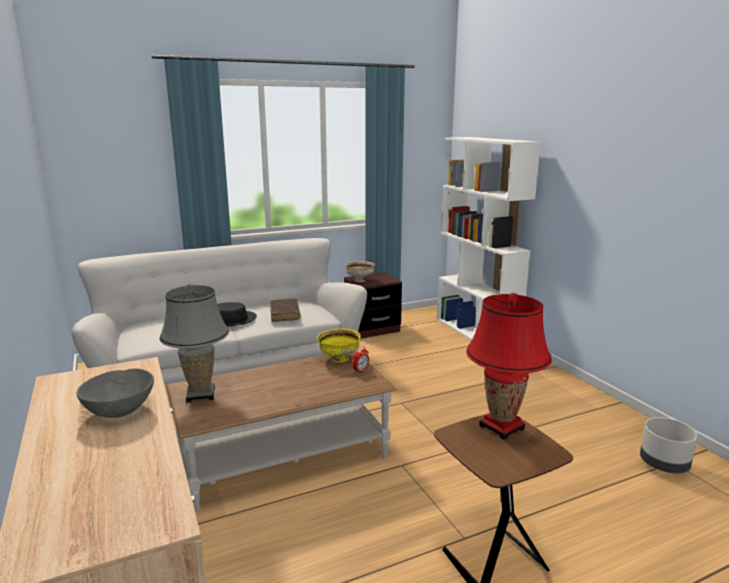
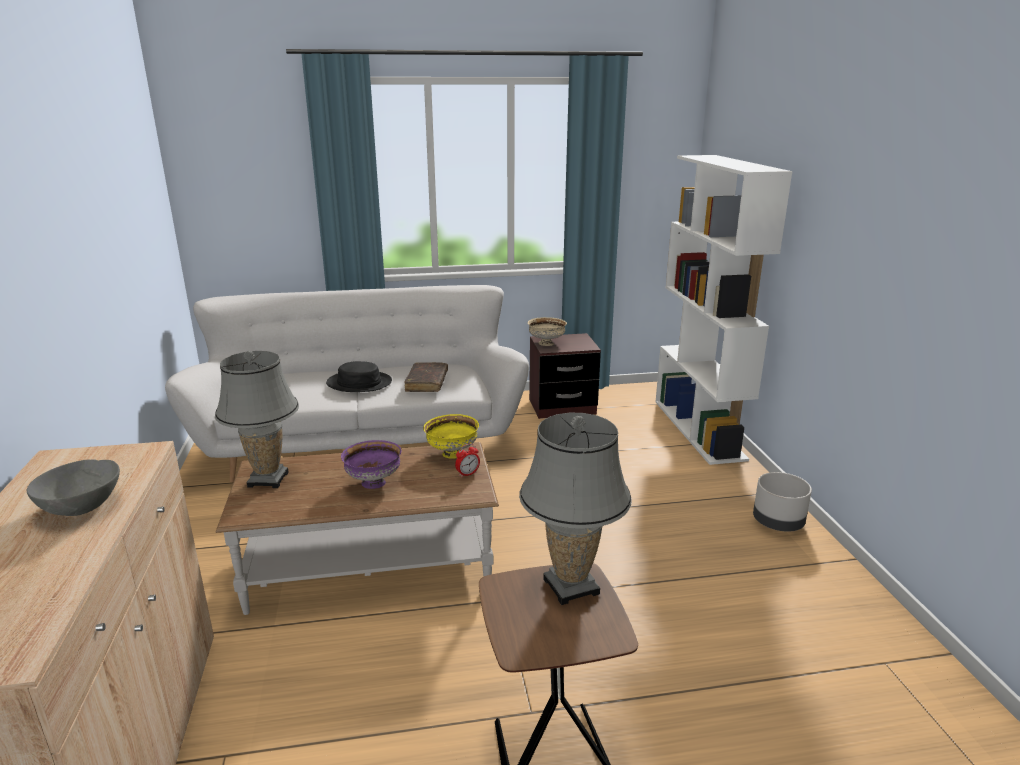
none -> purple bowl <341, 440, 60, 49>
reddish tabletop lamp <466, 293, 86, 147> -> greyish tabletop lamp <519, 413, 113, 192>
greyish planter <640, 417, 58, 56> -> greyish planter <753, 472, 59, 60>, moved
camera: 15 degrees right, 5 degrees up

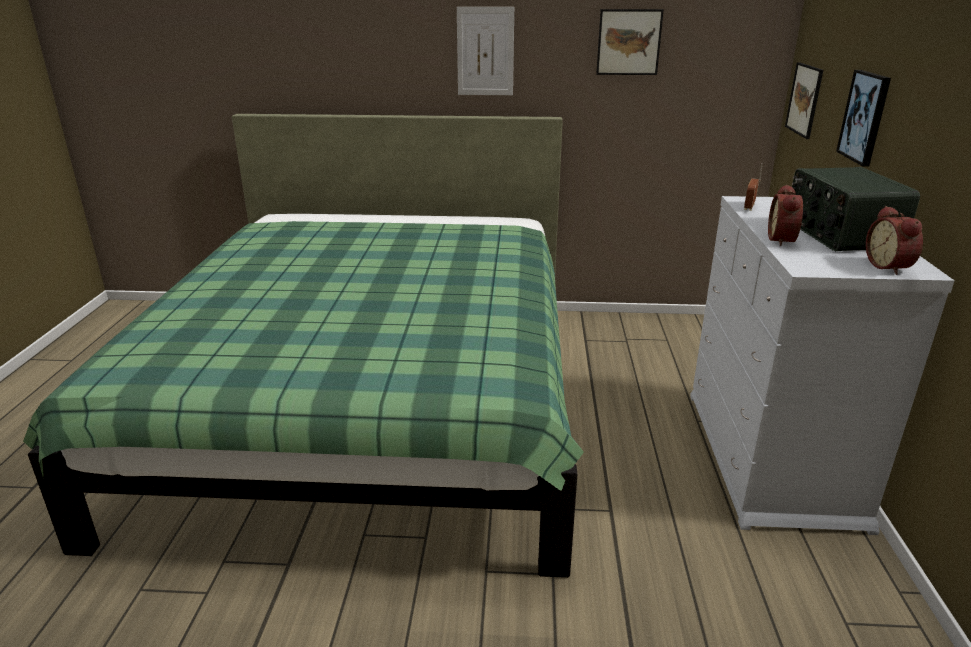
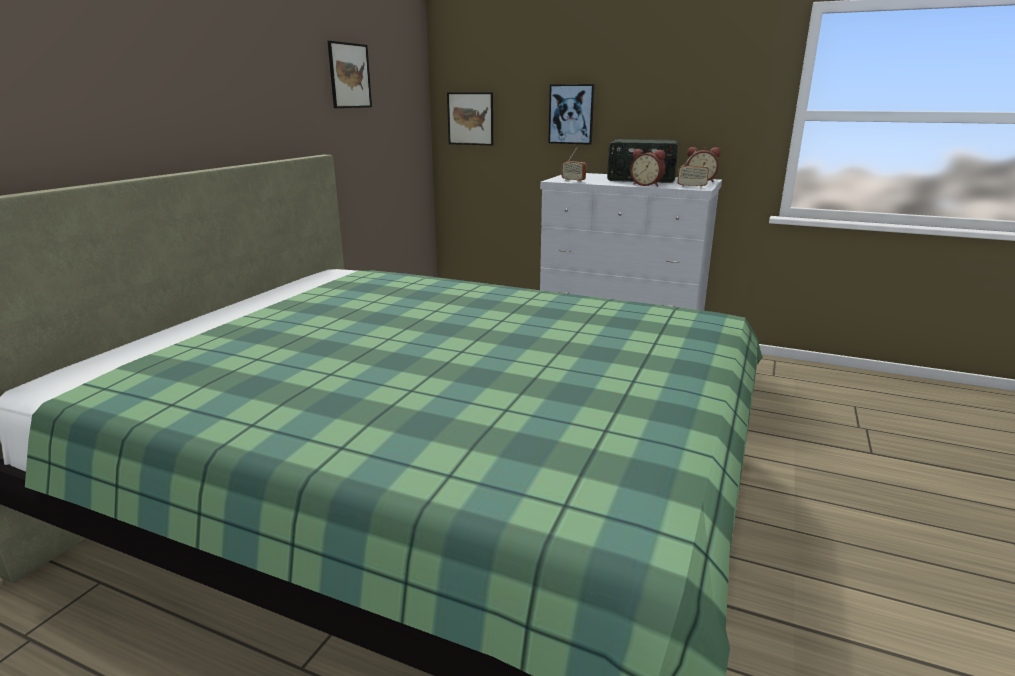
none -> radio <677, 150, 32, 38>
wall picture <457, 7, 57, 88> -> none
camera: 70 degrees left, 5 degrees down

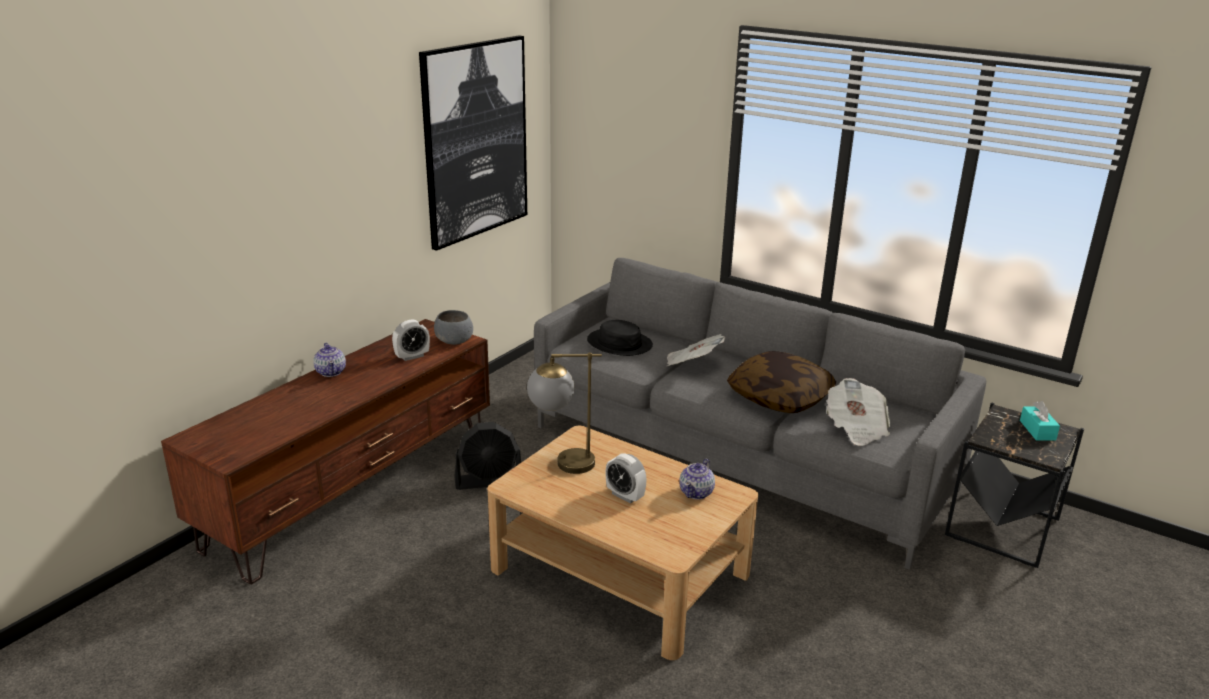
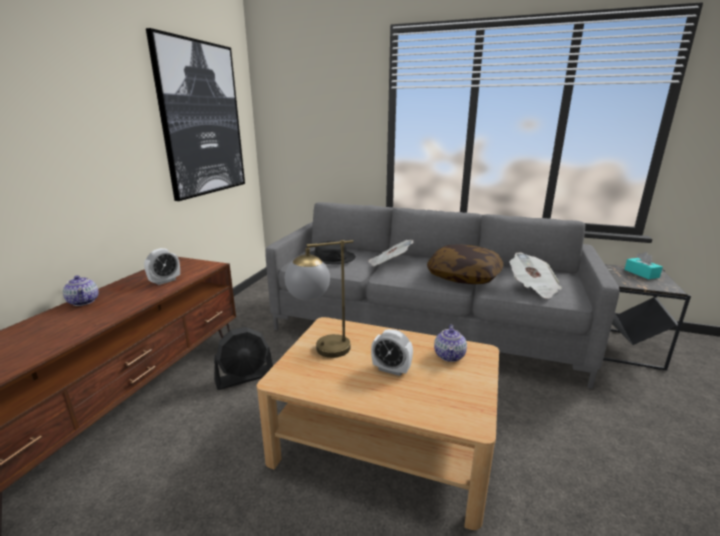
greyish bowl <434, 310, 39, 35> -> none
camera: 15 degrees left, 5 degrees down

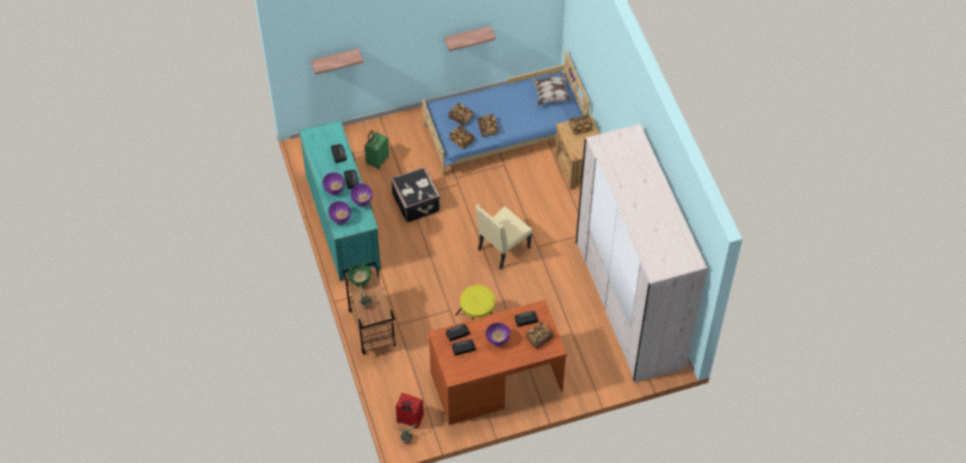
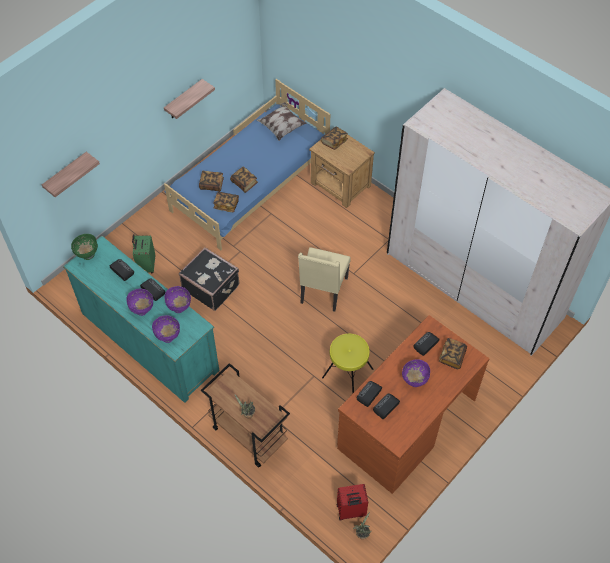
greenish bowl <348, 264, 23, 23> -> greenish bowl <71, 234, 27, 26>, moved
camera: 30 degrees left, 0 degrees up

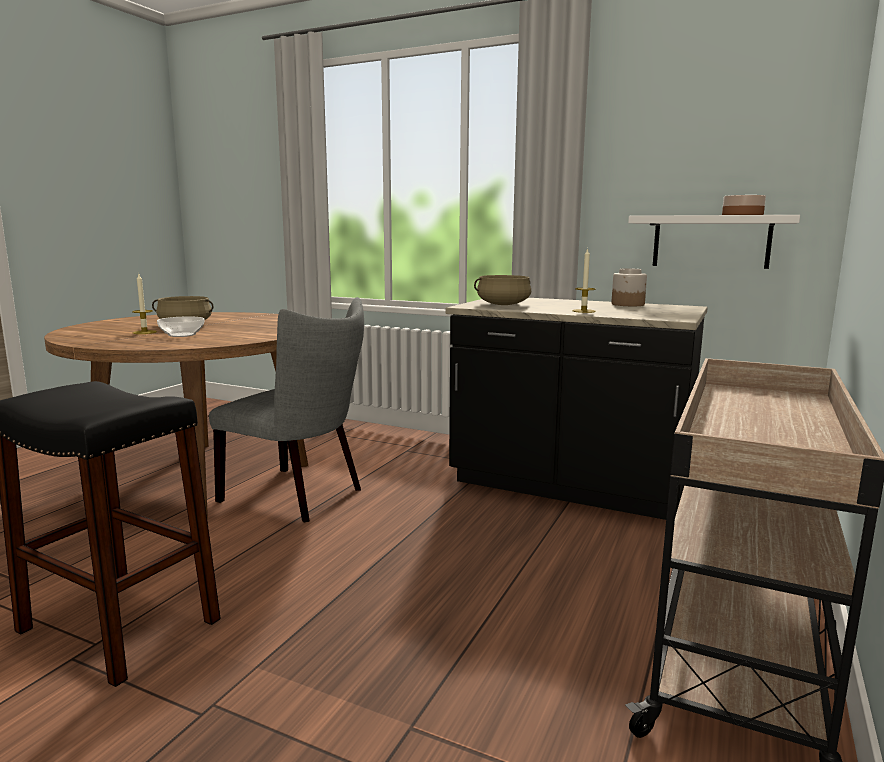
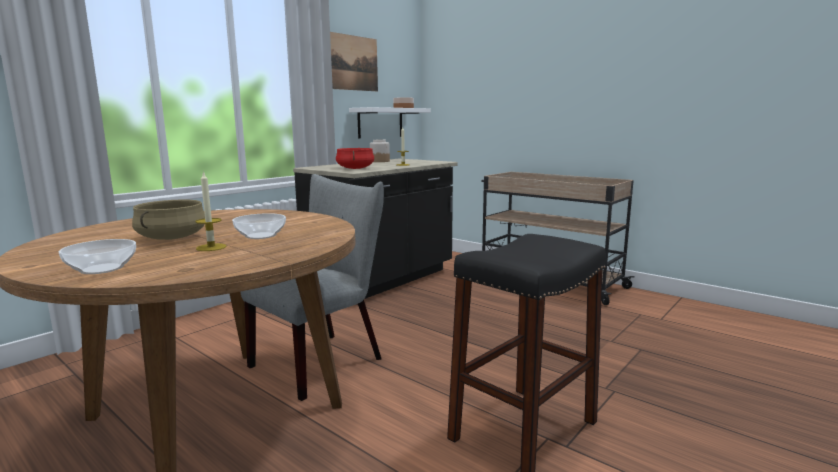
none -> bowl <59, 239, 77, 35>
none -> wall picture <330, 32, 48, 59>
beige cooking pot <474, 275, 57, 30> -> reddish cooking pot <336, 148, 38, 21>
camera: 75 degrees left, 0 degrees up

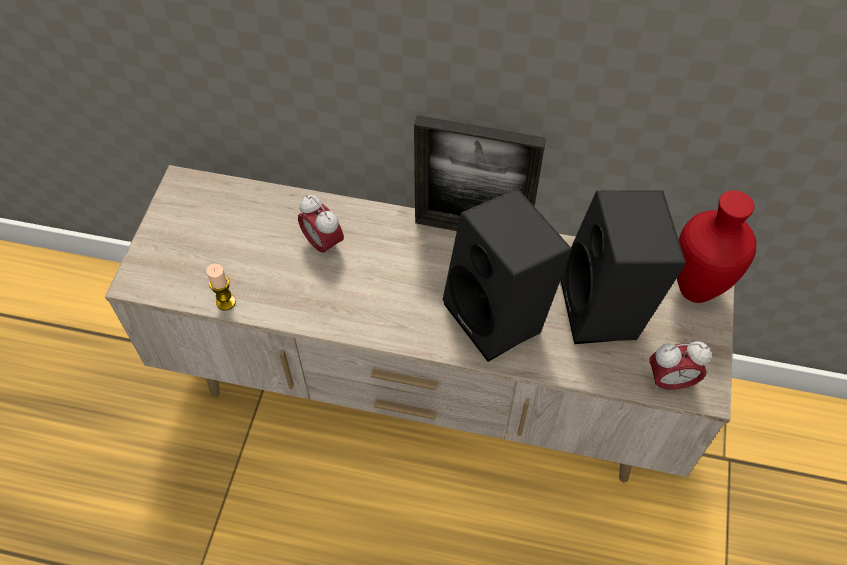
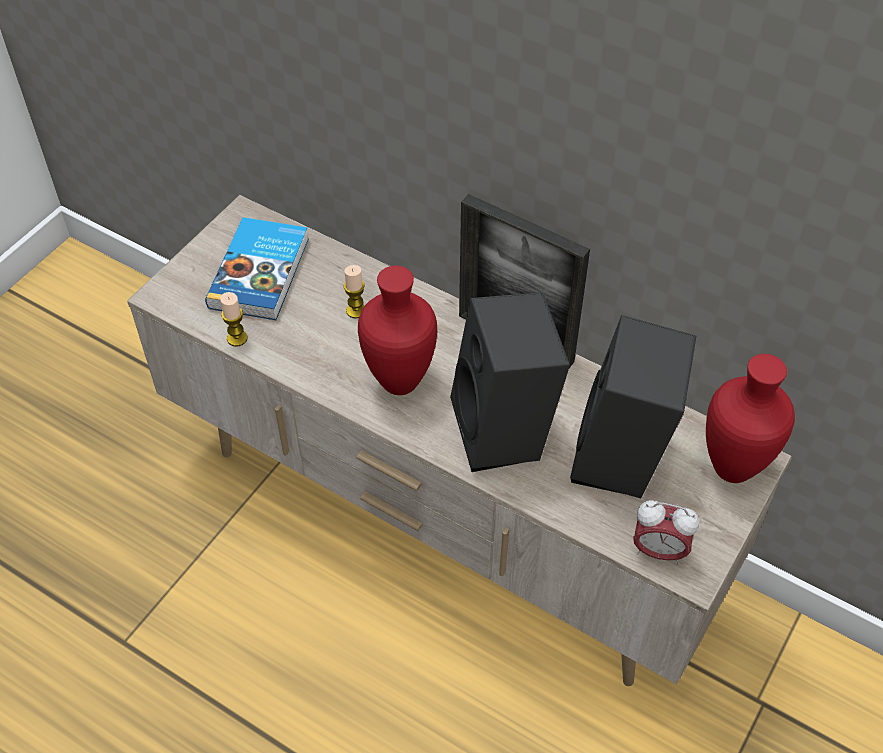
none -> bound book <205, 217, 104, 103>
bedside clock <298, 195, 46, 64> -> wax candle <344, 265, 21, 54>
none -> reddish flower vase <358, 266, 79, 129>
camera: 20 degrees right, 5 degrees down

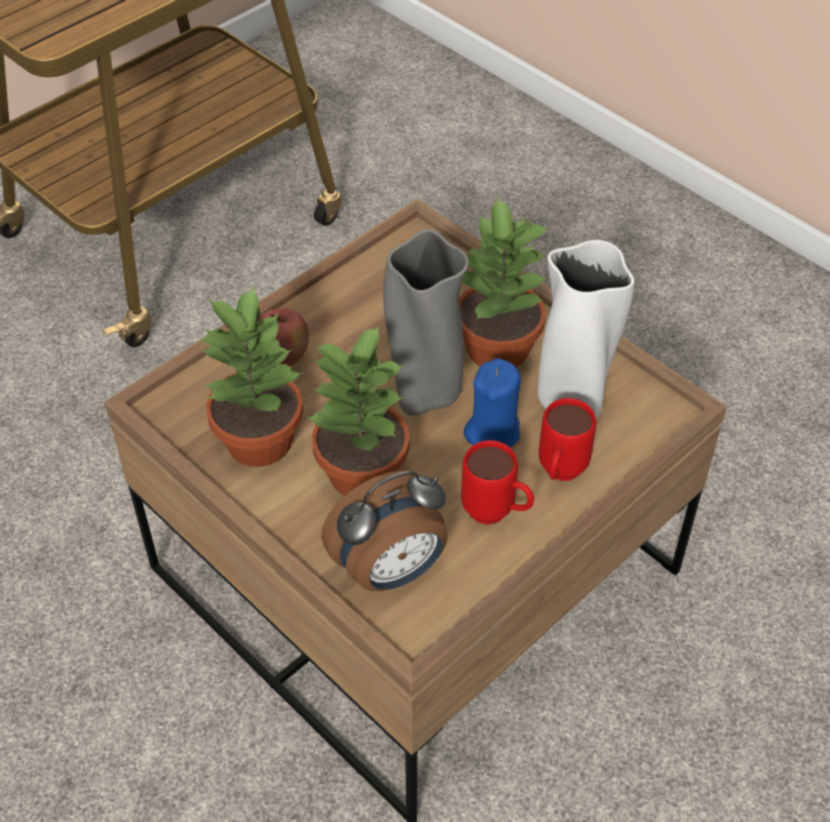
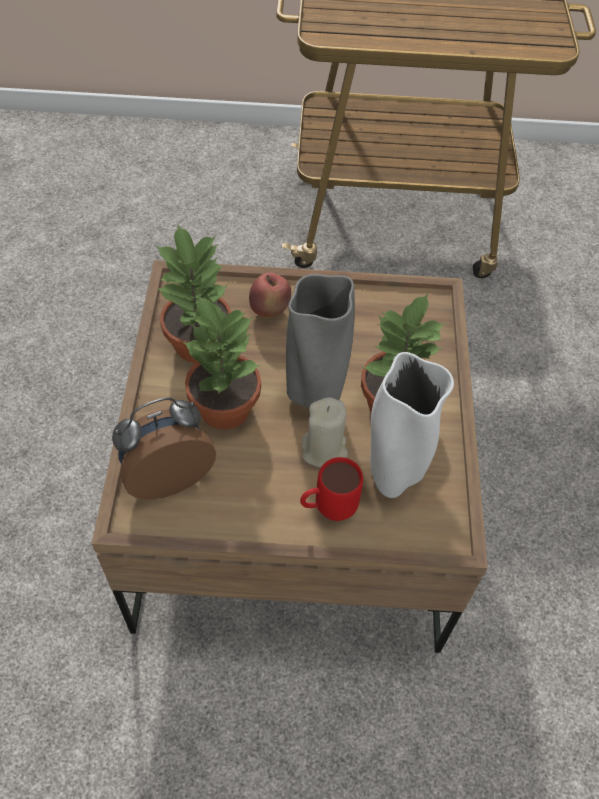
bedside clock <321, 470, 127, 121> -> bedside clock <112, 398, 104, 102>, 135 degrees clockwise
blue wax candle <464, 358, 57, 89> -> beige wax candle <302, 397, 46, 71>
reddish mug <461, 440, 73, 85> -> none
camera: 45 degrees right, 5 degrees up

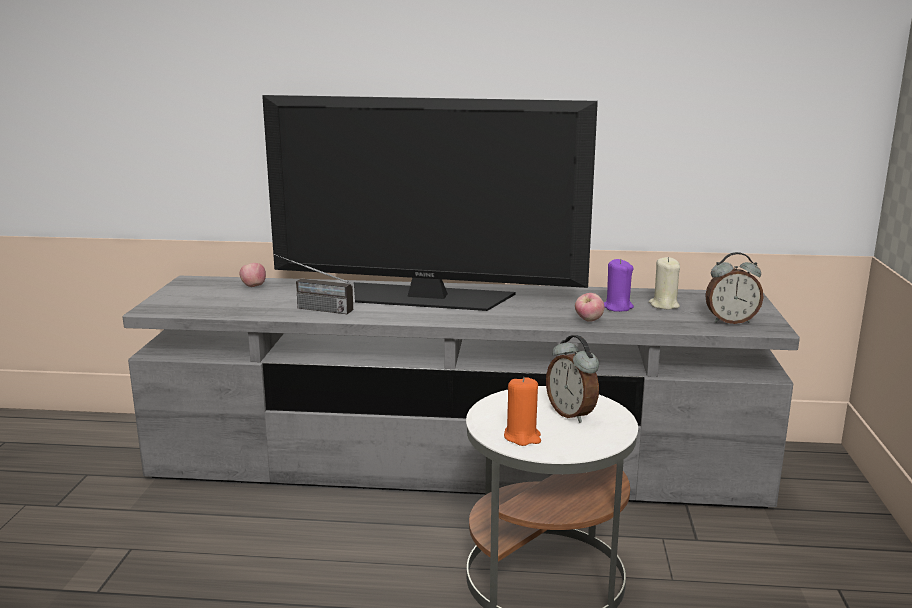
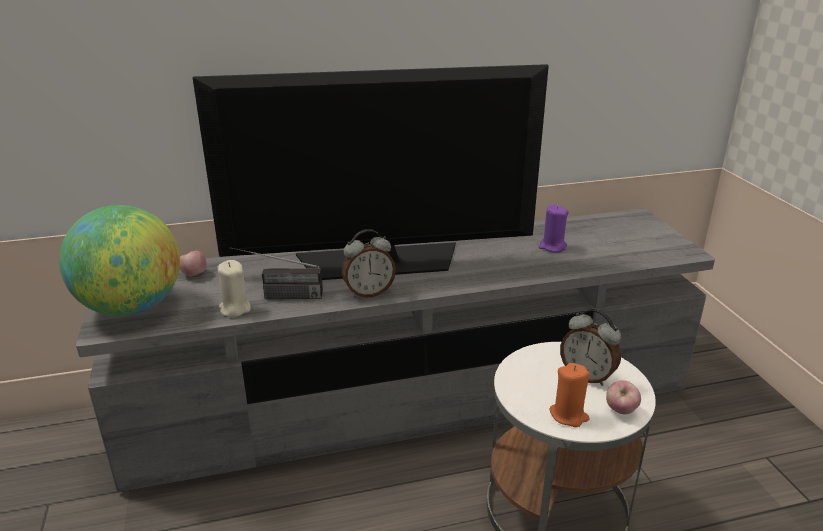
none -> world globe <59, 205, 121, 111>
beige wax candle <649, 257, 31, 53> -> beige wax candle <218, 260, 33, 57>, moved
bedside clock <705, 252, 59, 72> -> bedside clock <342, 229, 54, 69>, moved
apple fruit <575, 293, 29, 29> -> apple fruit <606, 380, 35, 34>, moved
camera: 20 degrees left, 10 degrees up

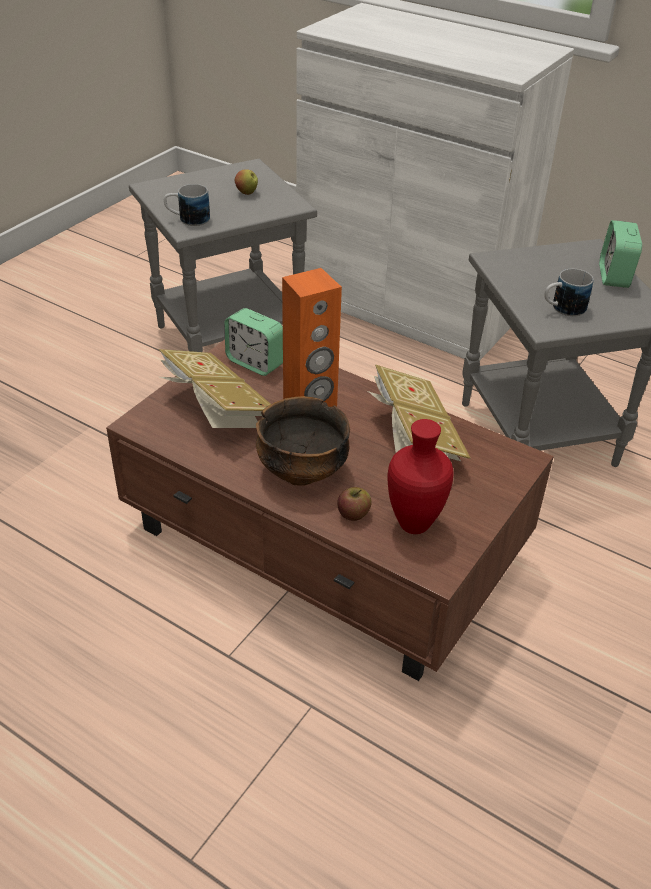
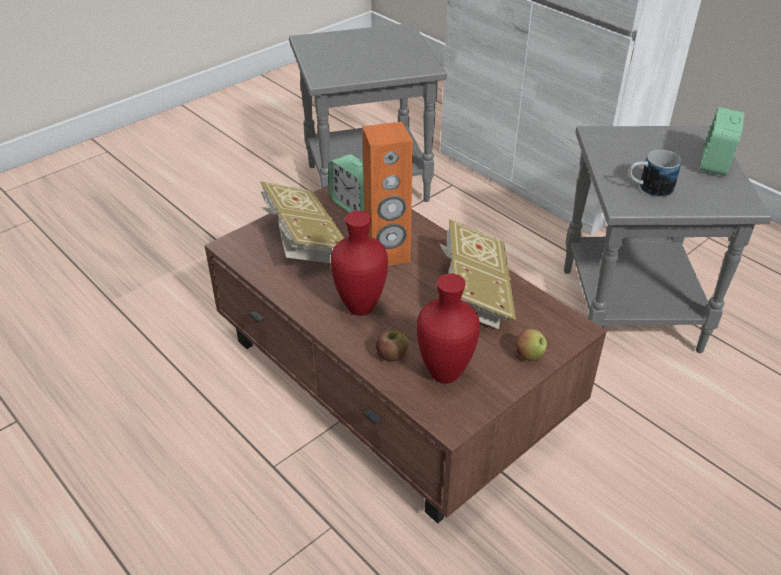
bowl <256, 396, 94, 90> -> reddish flower vase <331, 211, 57, 105>
apple fruit <235, 169, 23, 26> -> apple fruit <516, 329, 31, 32>, moved
mug <164, 184, 46, 42> -> none
camera: 15 degrees right, 0 degrees up

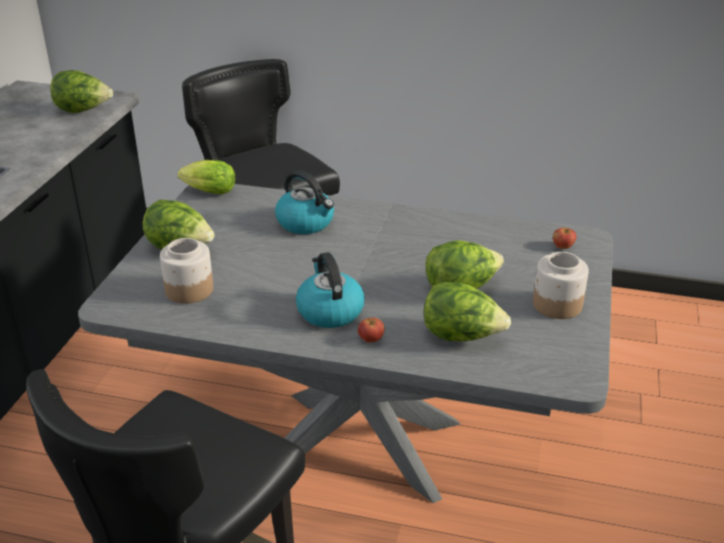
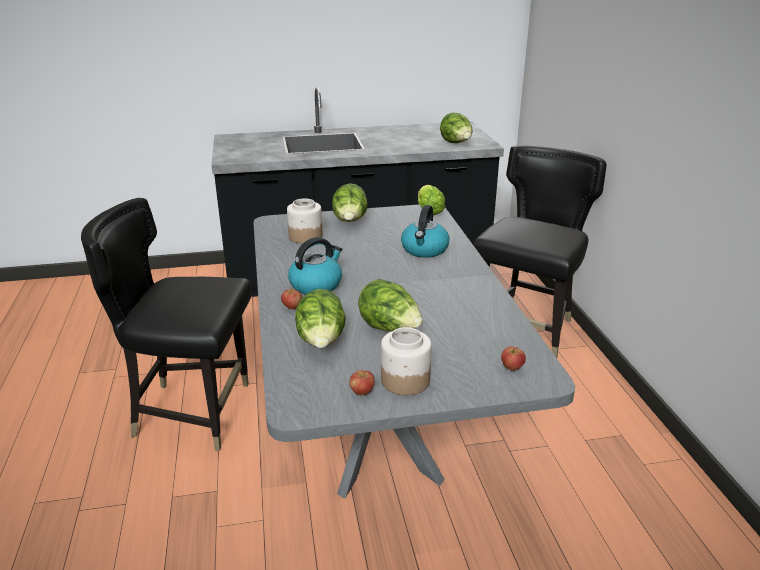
none -> apple fruit <349, 370, 26, 25>
camera: 65 degrees right, 5 degrees down

